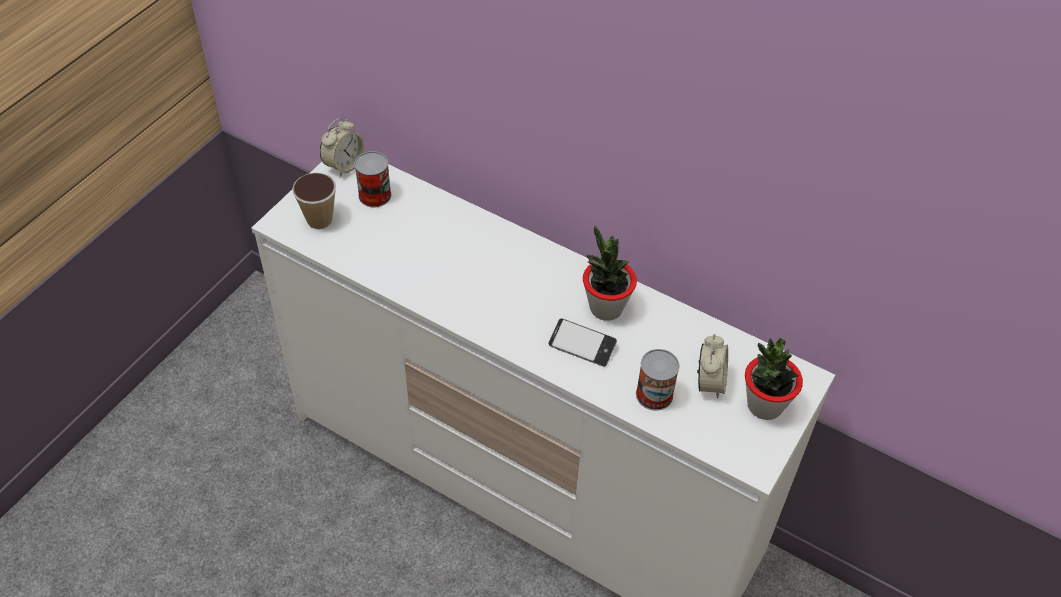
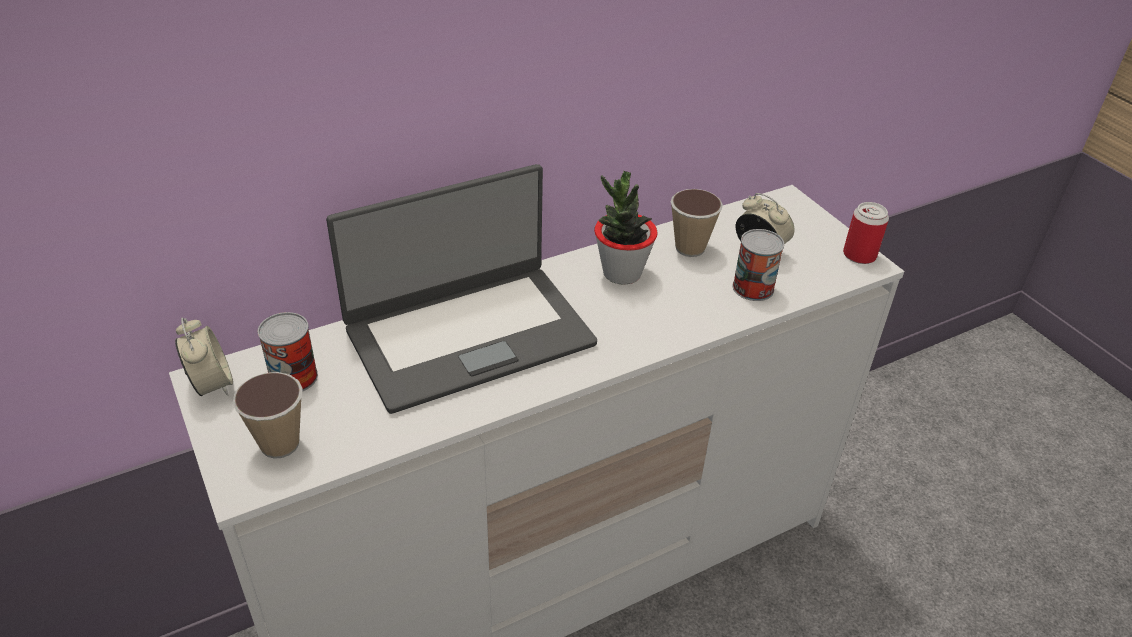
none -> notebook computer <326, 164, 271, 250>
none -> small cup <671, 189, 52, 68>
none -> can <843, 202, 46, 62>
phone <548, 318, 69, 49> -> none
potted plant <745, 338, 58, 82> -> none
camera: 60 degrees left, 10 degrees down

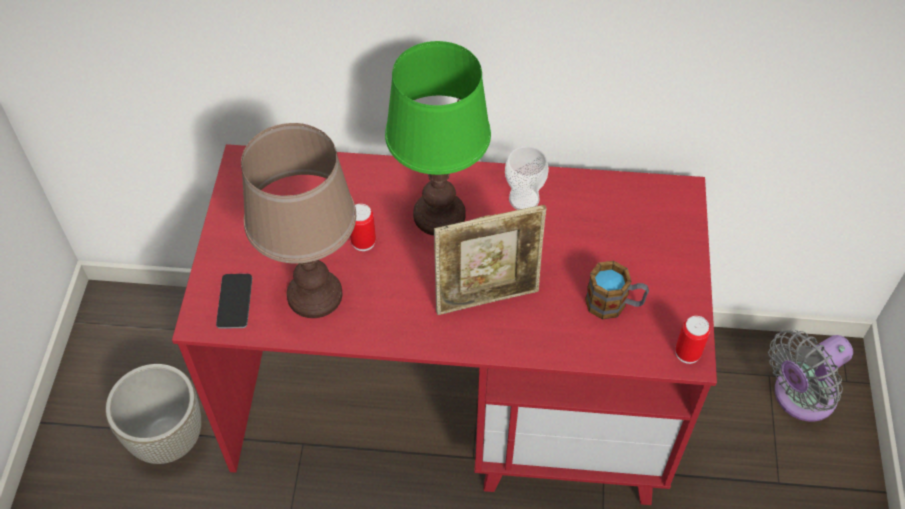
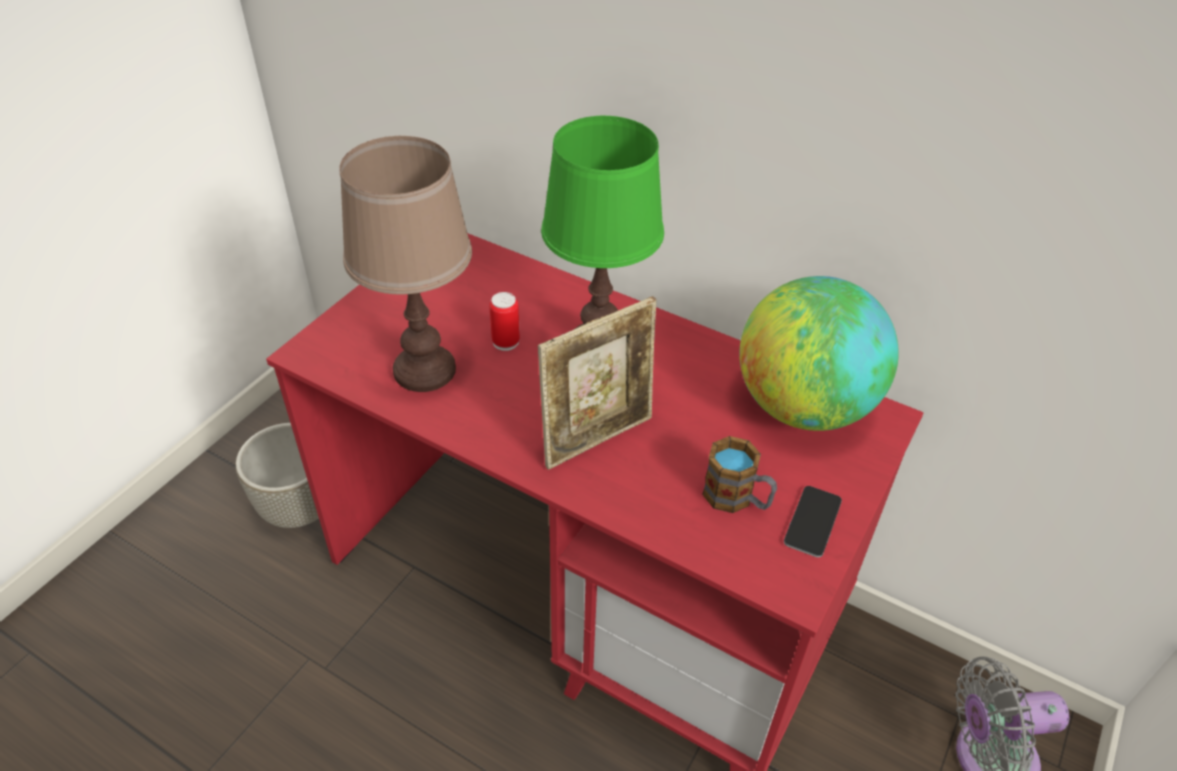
picture frame <434, 205, 112, 110> -> picture frame <538, 296, 119, 174>, 45 degrees counterclockwise
none -> world globe <739, 276, 160, 155>
phone <216, 274, 36, 55> -> phone <784, 486, 58, 71>, moved
small cup <505, 146, 44, 64> -> none
can <675, 316, 35, 48> -> none
camera: 25 degrees right, 10 degrees down

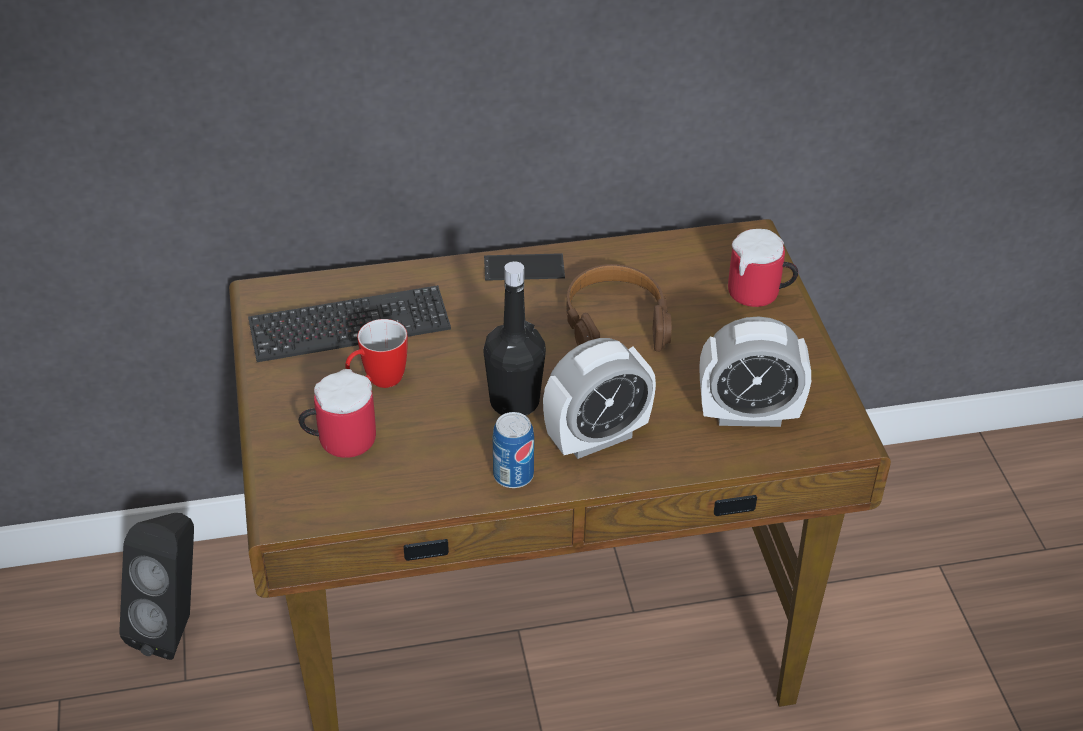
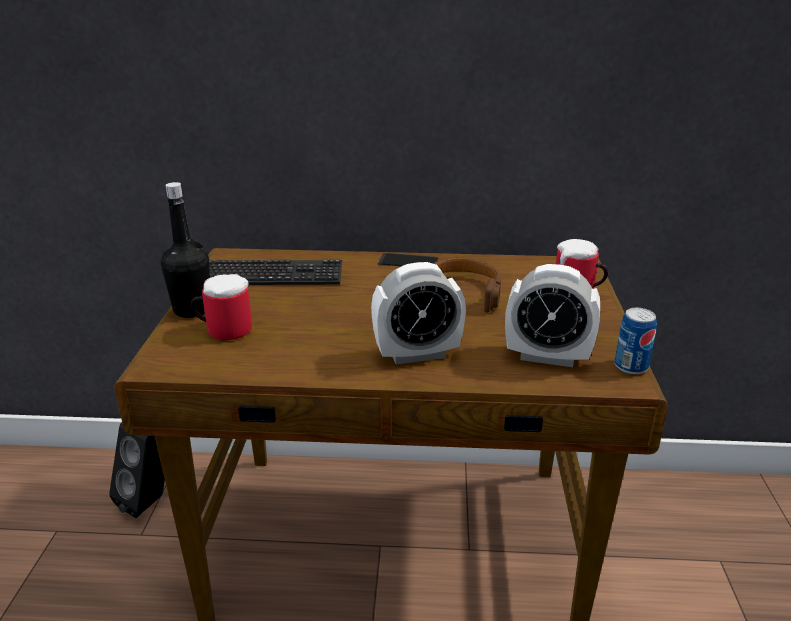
black drink bottle <483, 261, 63, 155> -> black drink bottle <161, 182, 49, 136>, moved
can <493, 412, 41, 76> -> can <614, 308, 43, 66>, moved
mug <345, 319, 63, 69> -> none
camera: 15 degrees right, 15 degrees down

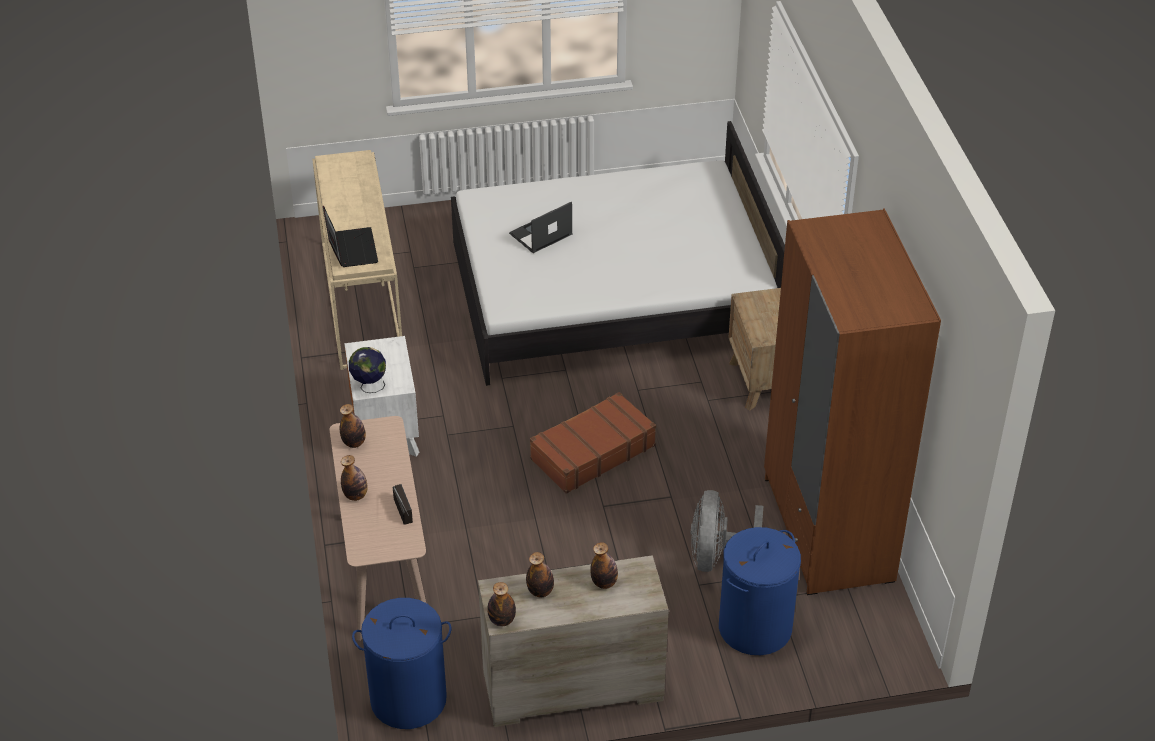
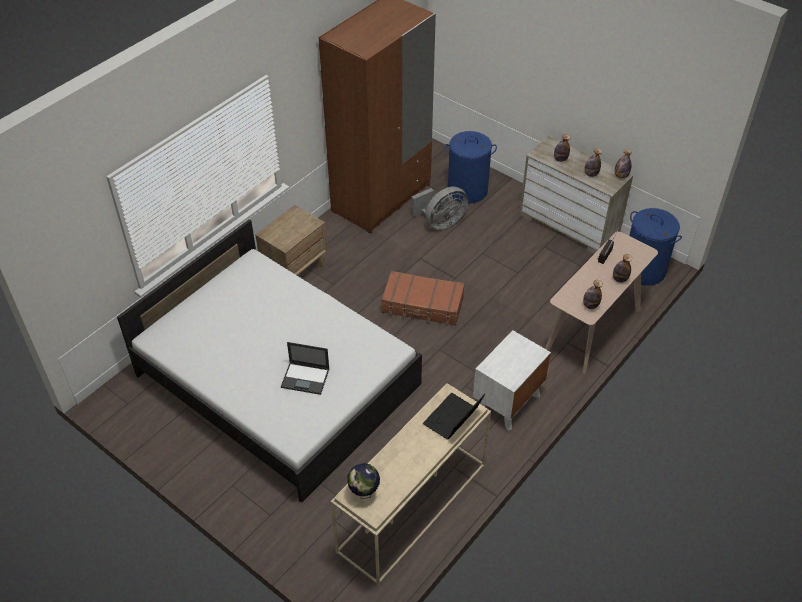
world globe <349, 347, 37, 46> -> world globe <347, 463, 33, 36>, moved
camera: 130 degrees left, 5 degrees up

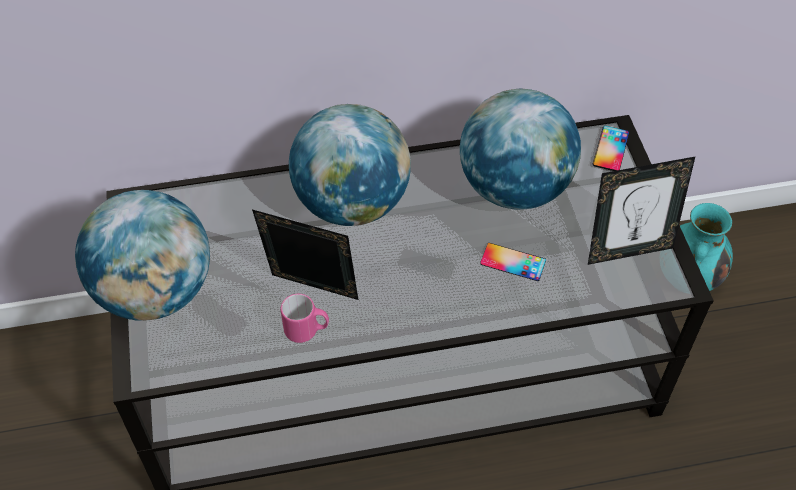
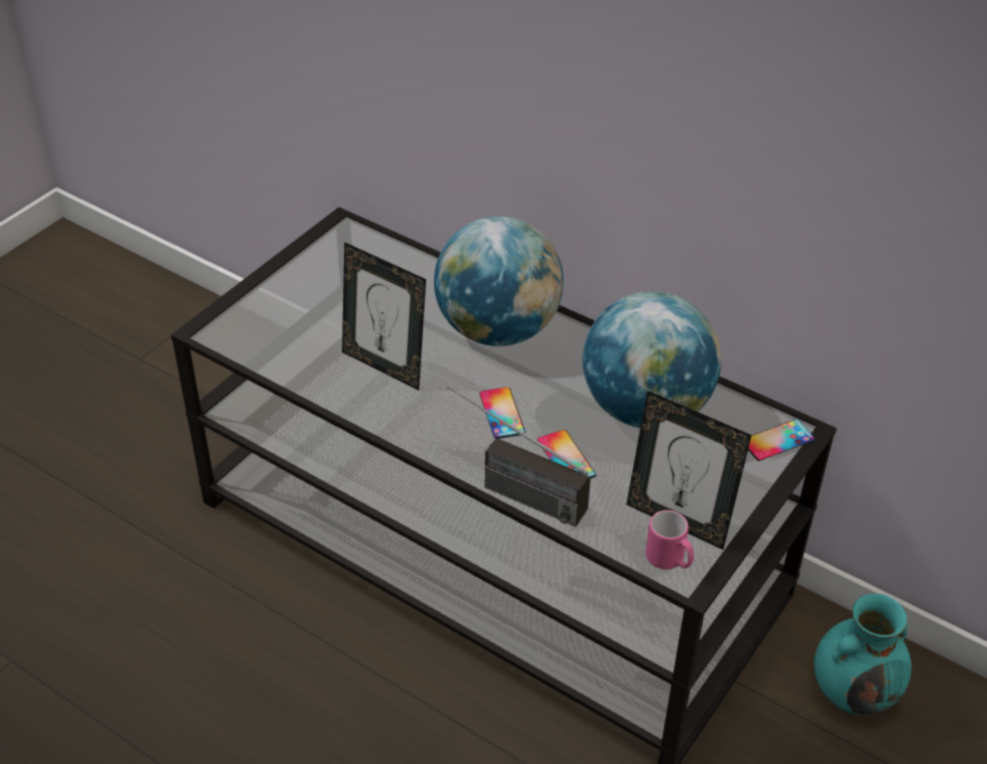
picture frame <252, 209, 106, 91> -> picture frame <342, 242, 84, 149>, 150 degrees clockwise
none -> radio <447, 386, 144, 141>
none -> phone <479, 387, 47, 52>
pink mug <281, 294, 48, 49> -> pink mug <646, 510, 48, 59>, moved
world globe <75, 190, 135, 131> -> none
camera: 45 degrees right, 10 degrees down

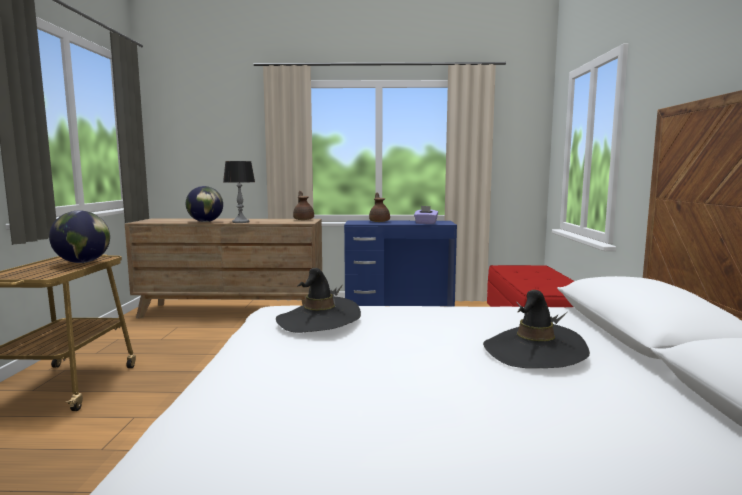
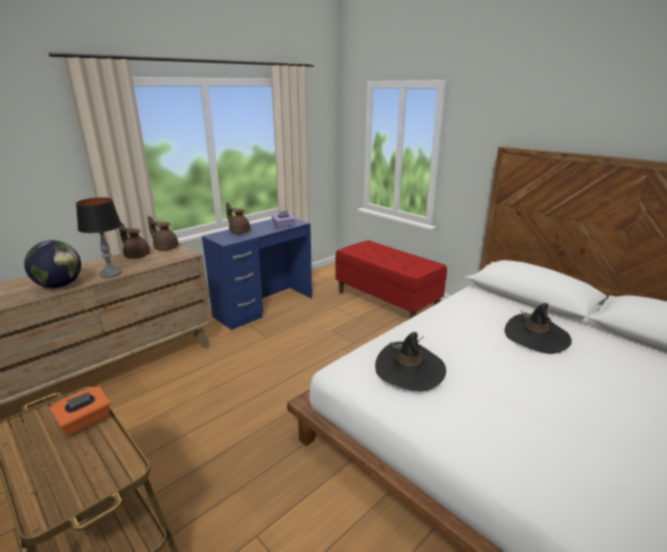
world globe <49, 211, 61, 52> -> orange tissue holder <49, 386, 61, 50>
none -> brown-coloured pot for tea <119, 222, 31, 37>
camera: 45 degrees left, 15 degrees up

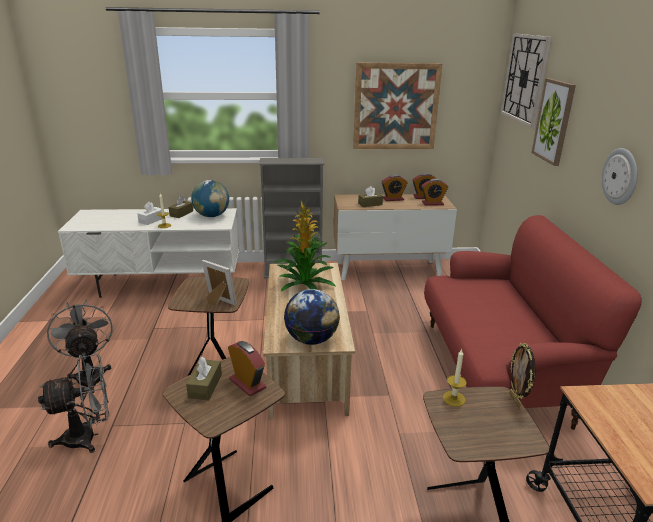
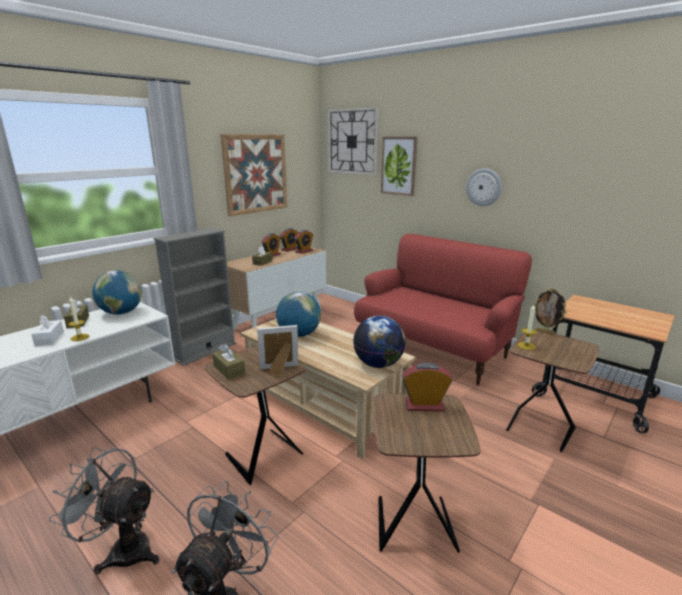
brown-coloured tissue holder <186, 357, 36, 43> -> brown-coloured tissue holder <212, 343, 33, 37>, moved
potted plant <274, 199, 61, 92> -> world globe <276, 292, 45, 45>
camera: 45 degrees left, 5 degrees down

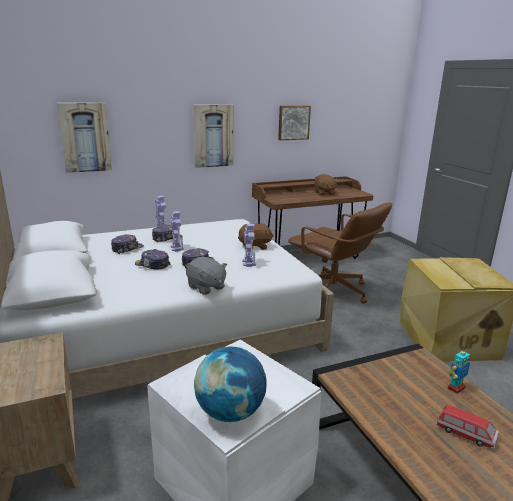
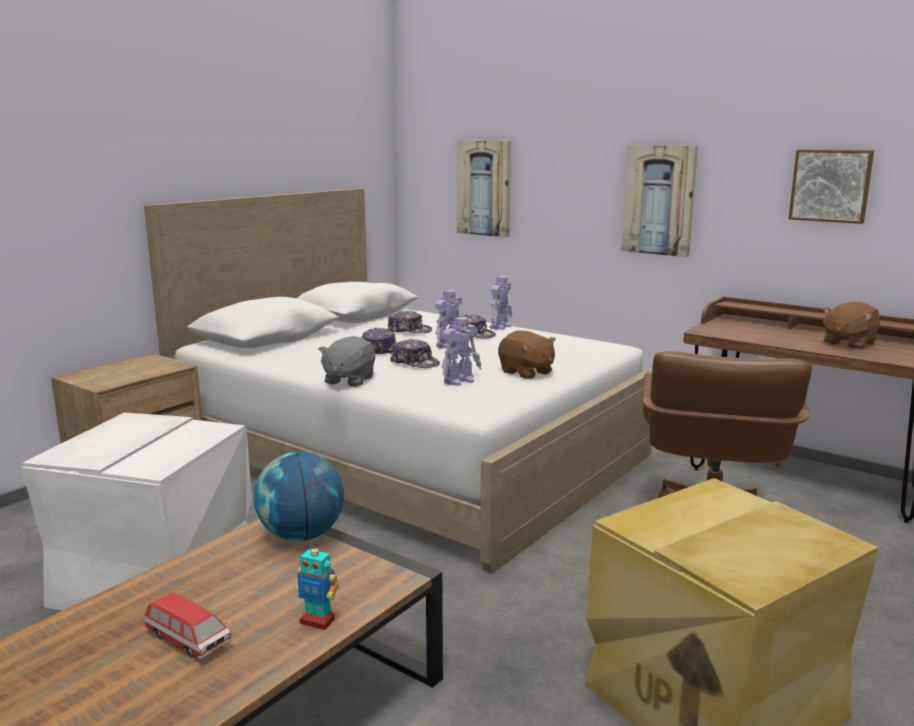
toy car <436, 404, 63, 45> -> toy car <144, 592, 88, 67>, 60 degrees counterclockwise
world globe <194, 347, 73, 75> -> world globe <254, 451, 90, 90>, moved
camera: 60 degrees right, 5 degrees down

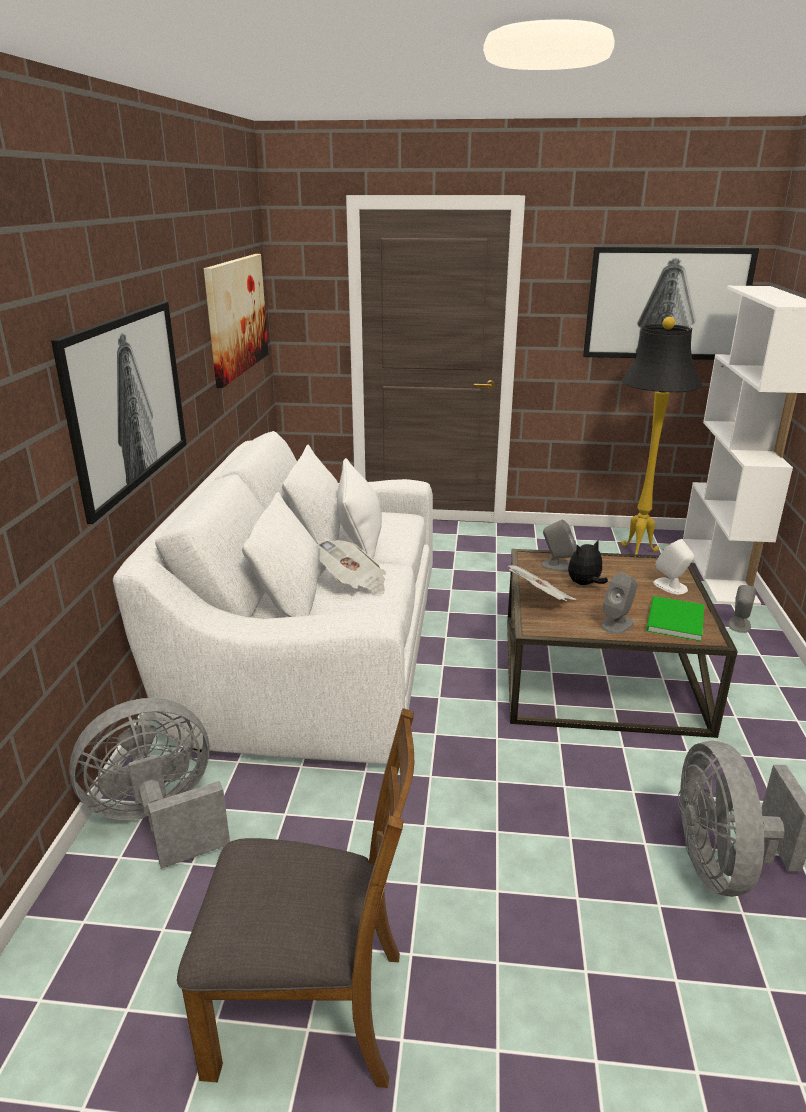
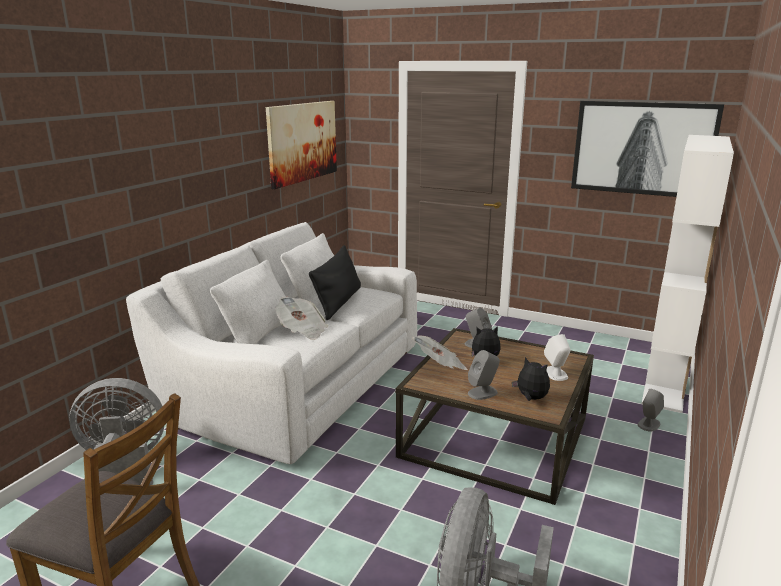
white-coloured cushion <337, 458, 45, 101> -> black cushion <309, 245, 52, 75>
greenish bound book <646, 596, 58, 45> -> cuddly toy <512, 357, 38, 44>
wall picture <51, 301, 136, 223> -> none
black floor lamp <621, 317, 81, 237> -> none
camera: 20 degrees right, 5 degrees down

